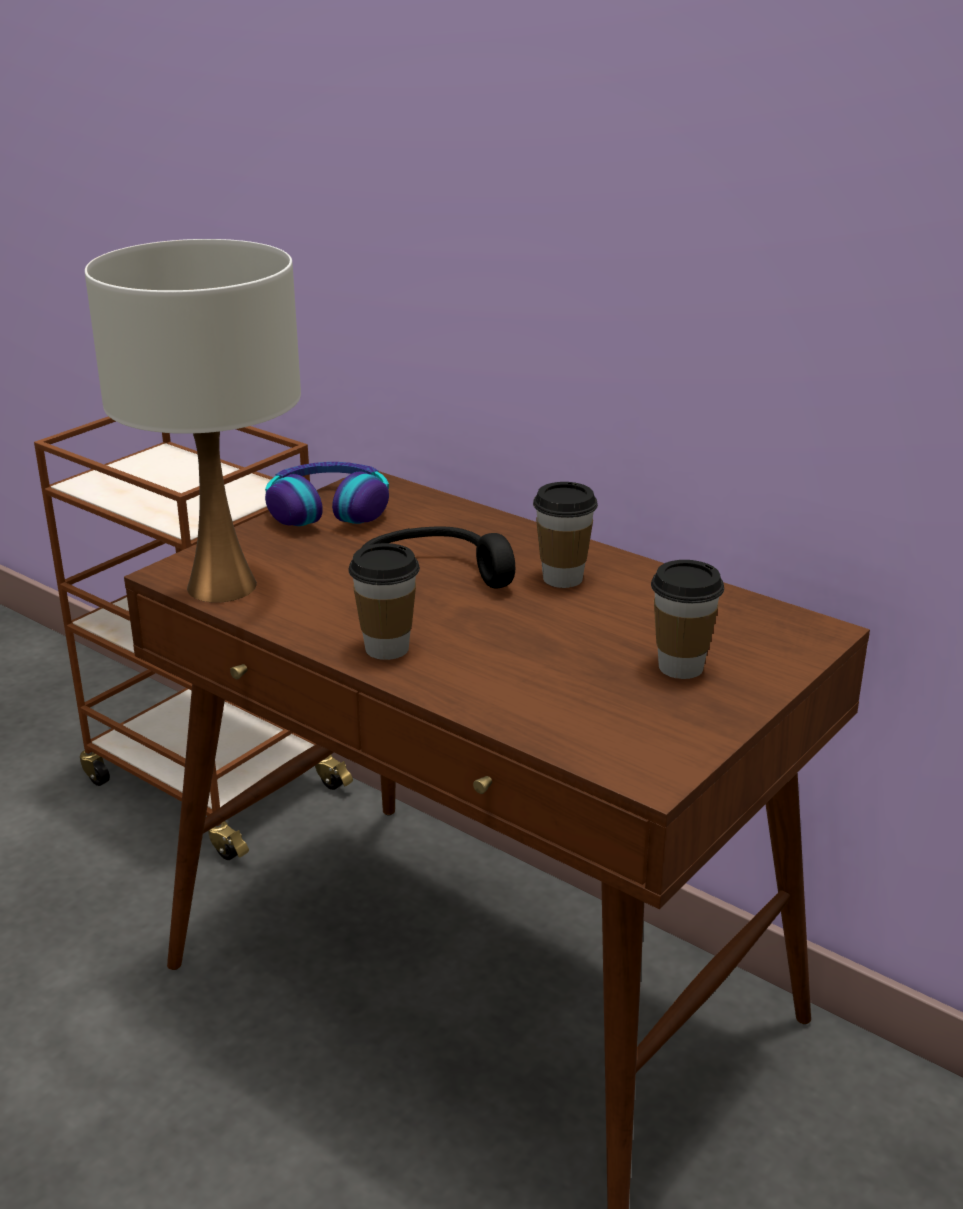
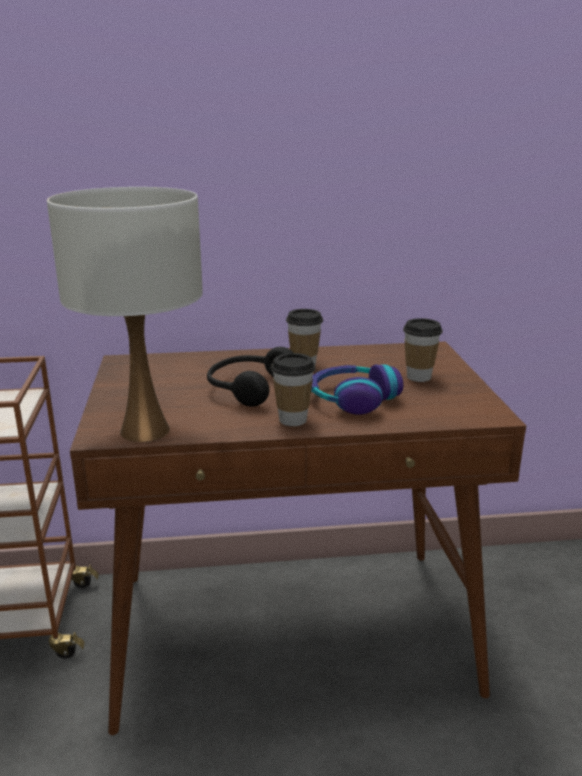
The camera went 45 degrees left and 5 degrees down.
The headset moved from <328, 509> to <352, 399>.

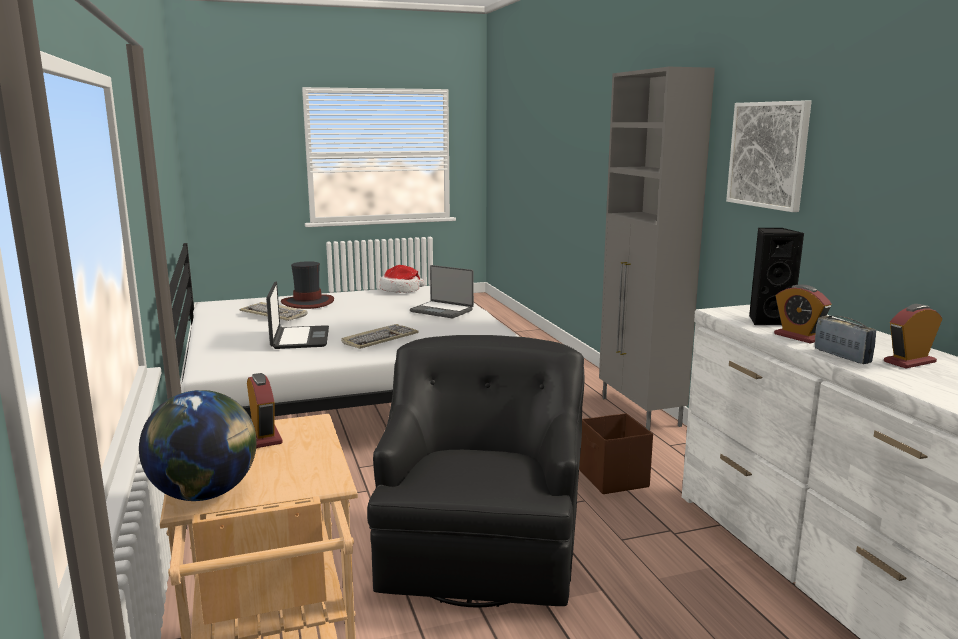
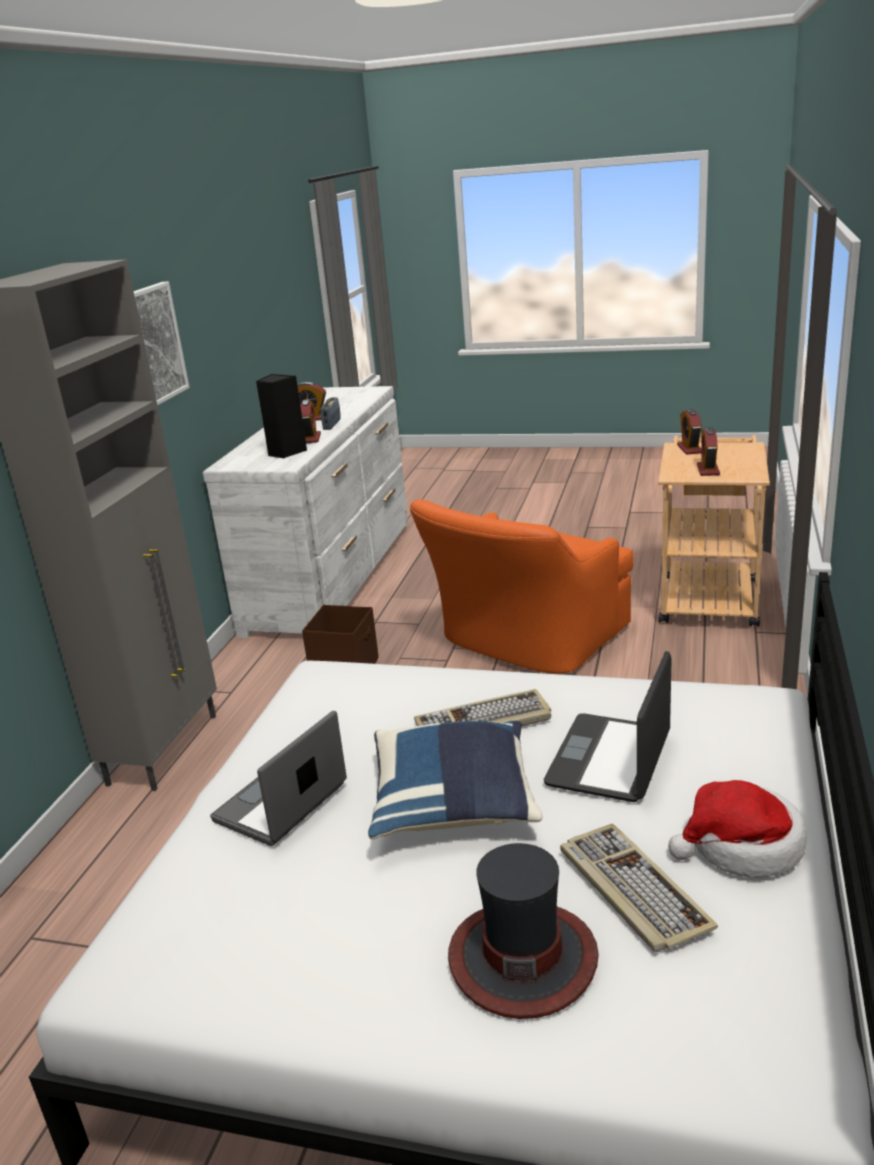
The camera went 145 degrees left and 10 degrees up.
The globe at <205, 494> disappeared.
The blue throw pillow at <454, 804> appeared.
The alarm clock at <690, 449> appeared.
The clothing hat moved from <401, 290> to <742, 846>.
The blackish armchair at <481, 547> became the orange-coloured armchair at <526, 641>.
The laptop at <442, 310> turned 120 degrees counterclockwise.

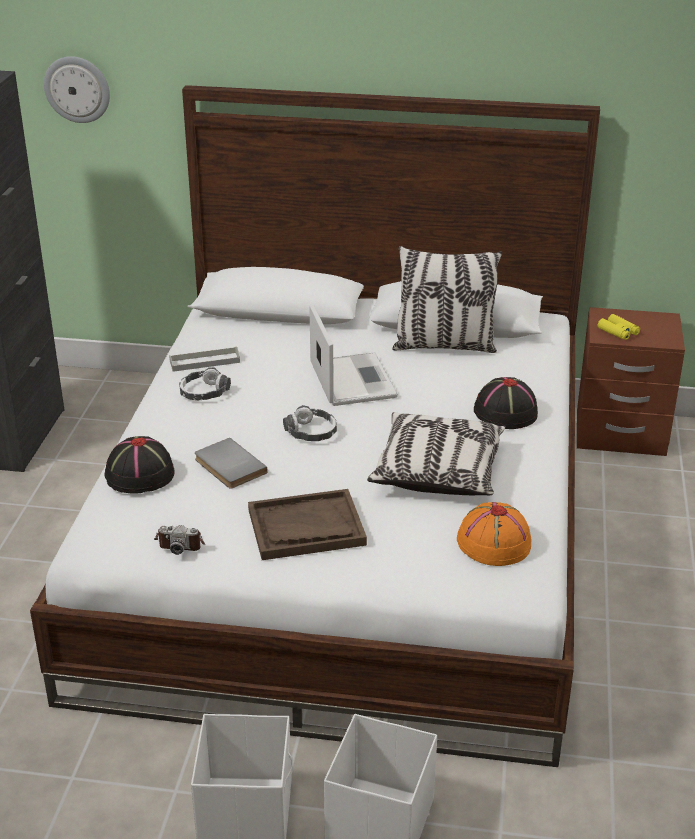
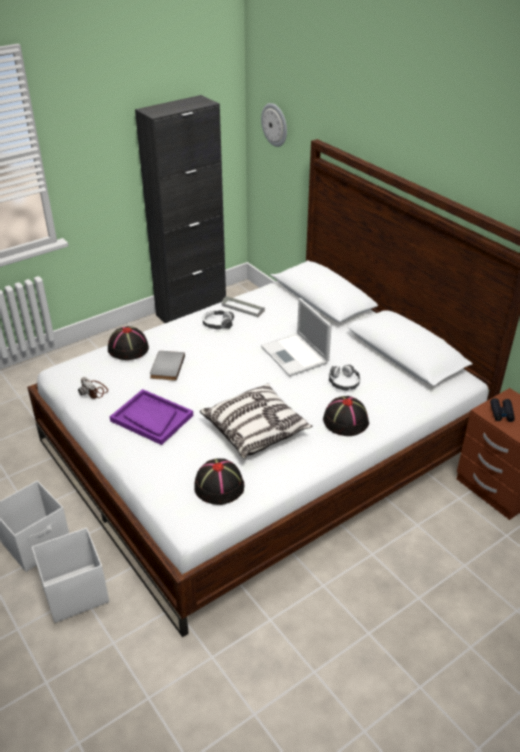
The camera went 45 degrees right and 5 degrees up.
The throw pillow at <444, 346> disappeared.
The headset moved from <311, 432> to <344, 382>.
The brown-coloured carrying tray at <306, 527> became the purplish carrying tray at <151, 418>.
The orange-coloured clothing hat at <493, 543> became the blackish clothing hat at <219, 485>.
The yellow-coloured binoculars at <618, 332> became the blackish binoculars at <501, 413>.
The laptop at <351, 379> turned 120 degrees clockwise.

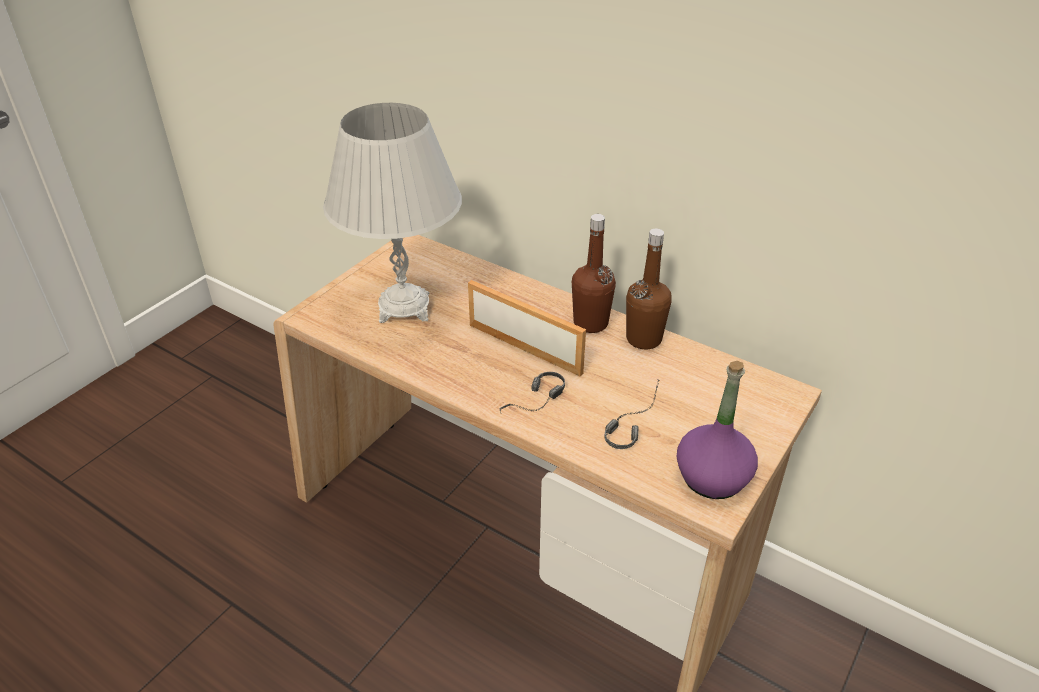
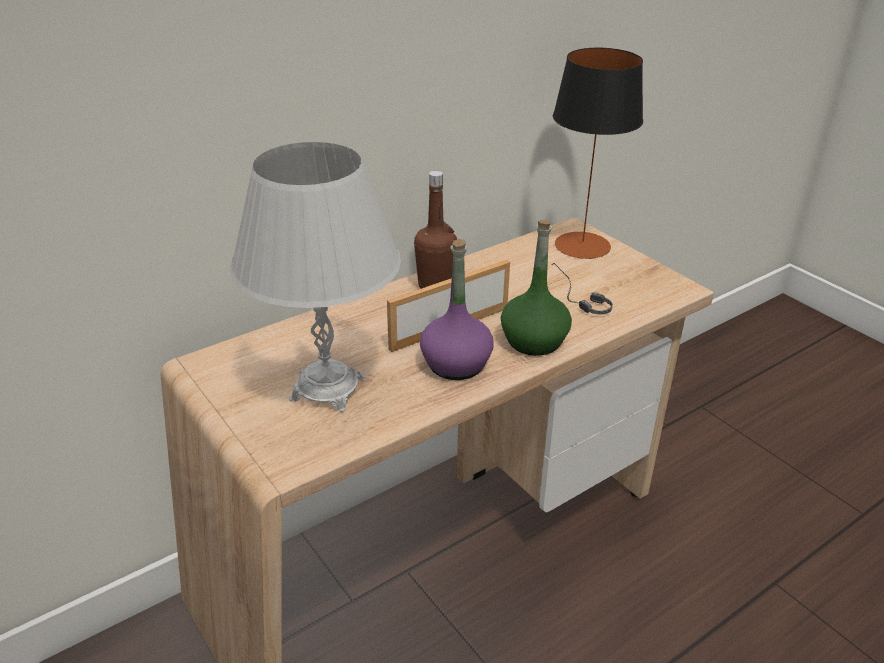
The camera went 70 degrees left and 5 degrees down.
The brown-coloured drink bottle at <644, 339> disappeared.
The lamp for a table at <582, 245> appeared.
The purplish drink bottle moved from <712, 477> to <456, 364>.
The headset at <534, 405> was replaced by the greenish drink bottle at <534, 340>.

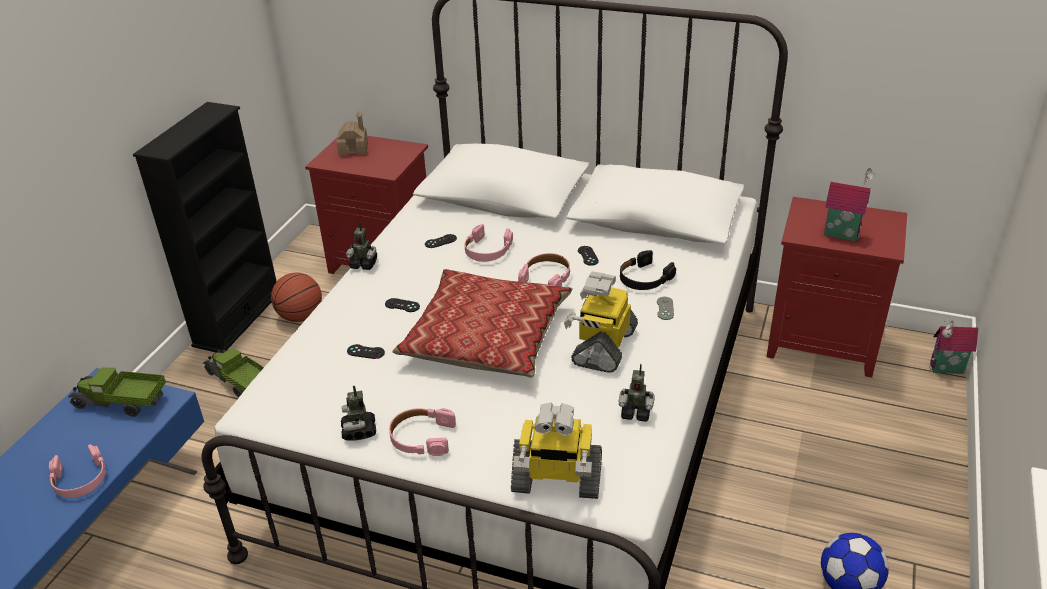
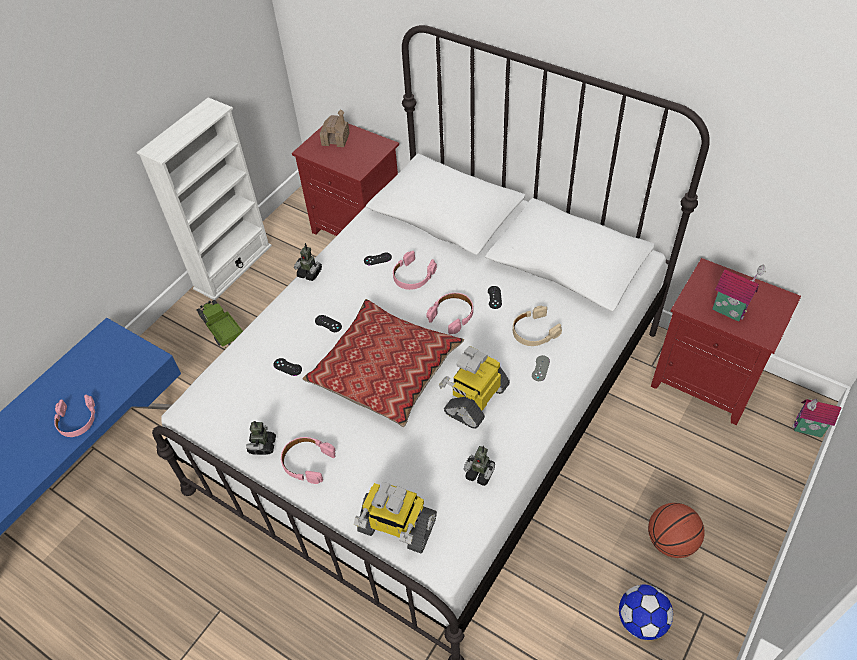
The camera went 15 degrees right and 15 degrees up.
The model truck at <121, 402> disappeared.
The basketball ball moved from <300, 316> to <670, 541>.
The blackish shelving unit at <238, 318> became the whitish shelving unit at <233, 267>.
The blackish headset at <644, 278> became the beige-coloured headset at <534, 331>.

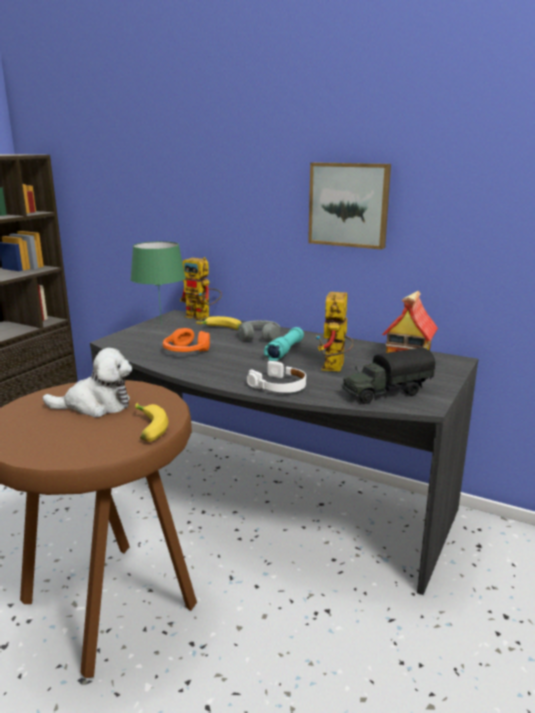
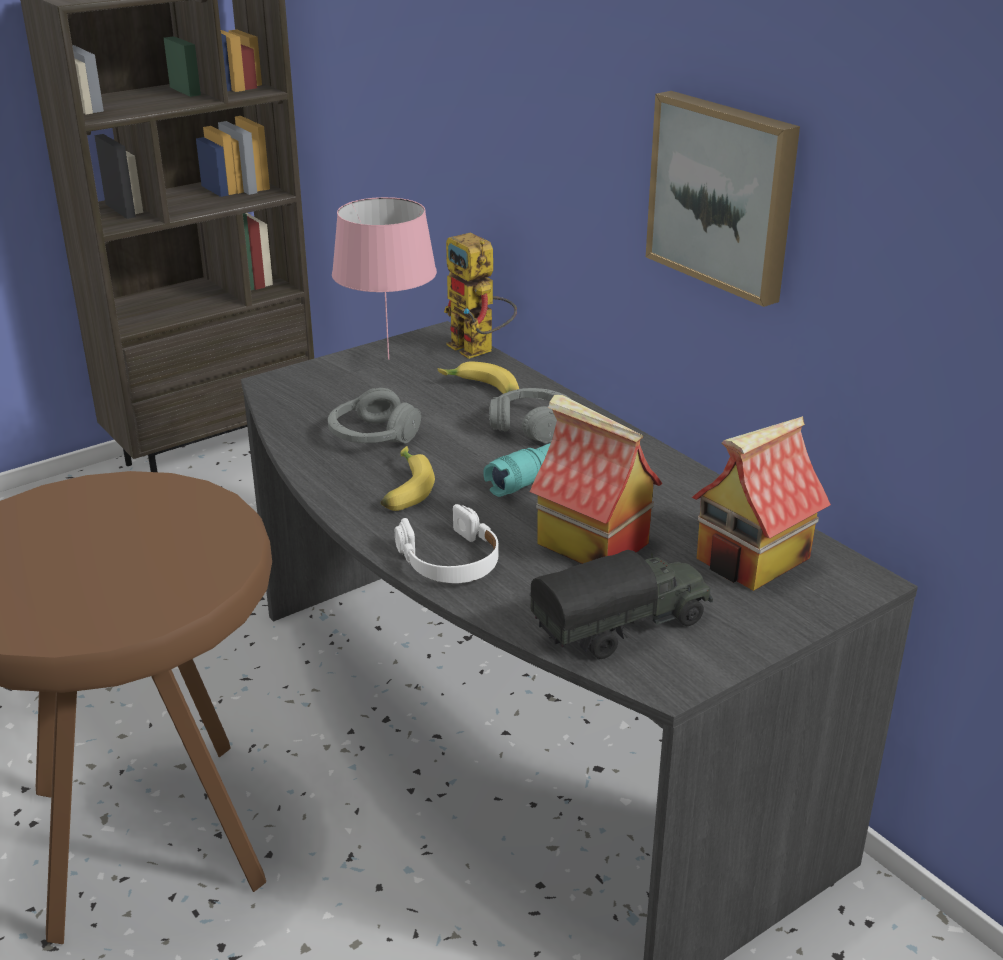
The camera went 25 degrees right and 10 degrees up.
The soft toy at <96, 405> disappeared.
The banana fruit moved from <146, 428> to <403, 489>.
The toy robot at <335, 369> was replaced by the miniature house at <590, 543>.
The greenish lamp for a table at <161, 325> became the pink-coloured lamp for a table at <389, 358>.
The orange-coloured headset at <186, 351> became the greyish headset at <372, 436>.
The model truck at <385, 393> turned 150 degrees clockwise.

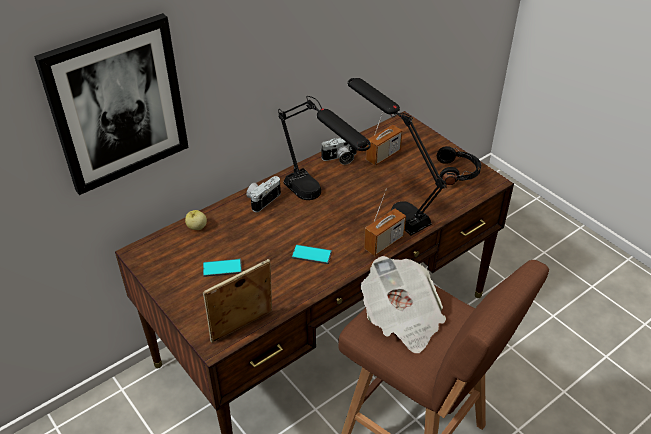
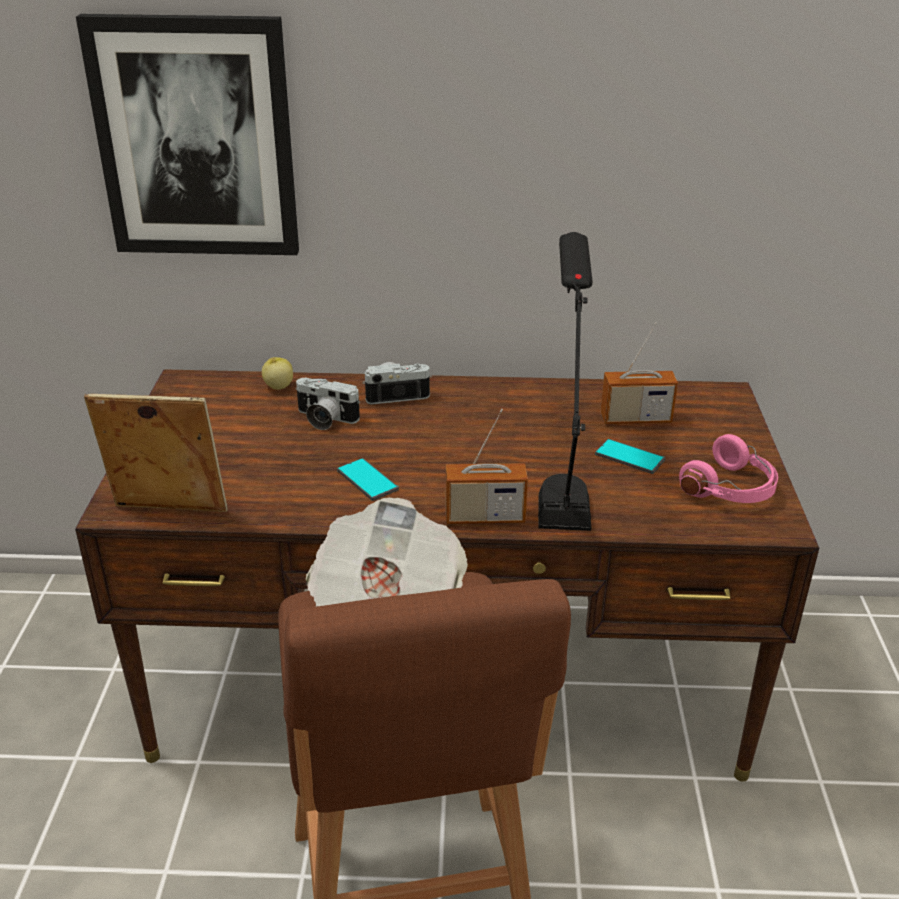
The camera went 40 degrees right and 10 degrees down.
The blackish lamp for a table at <319, 202> disappeared.
The handset moved from <222, 268> to <629, 457>.
The still camera moved from <340, 158> to <324, 419>.
The blackish headset at <458, 173> became the pink-coloured headset at <731, 489>.

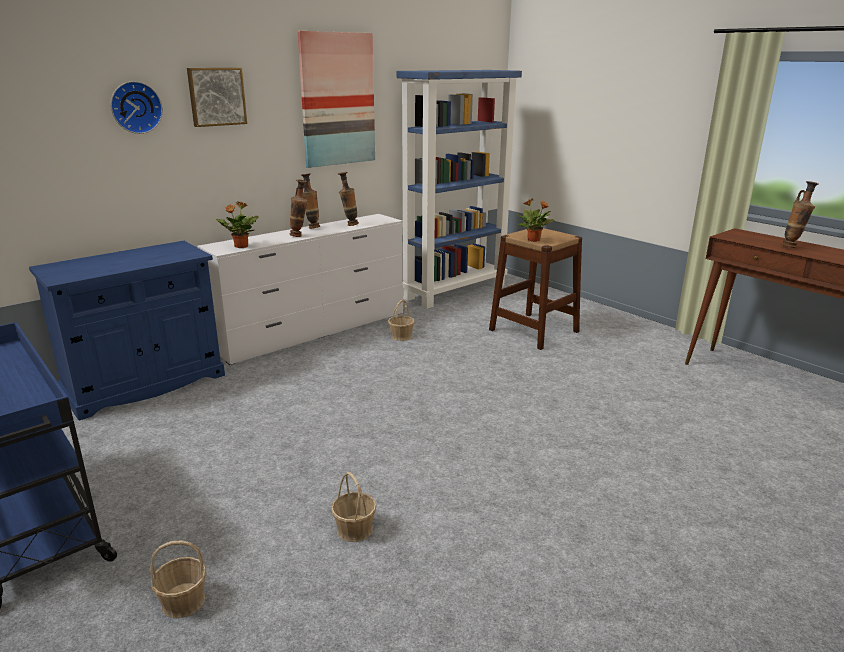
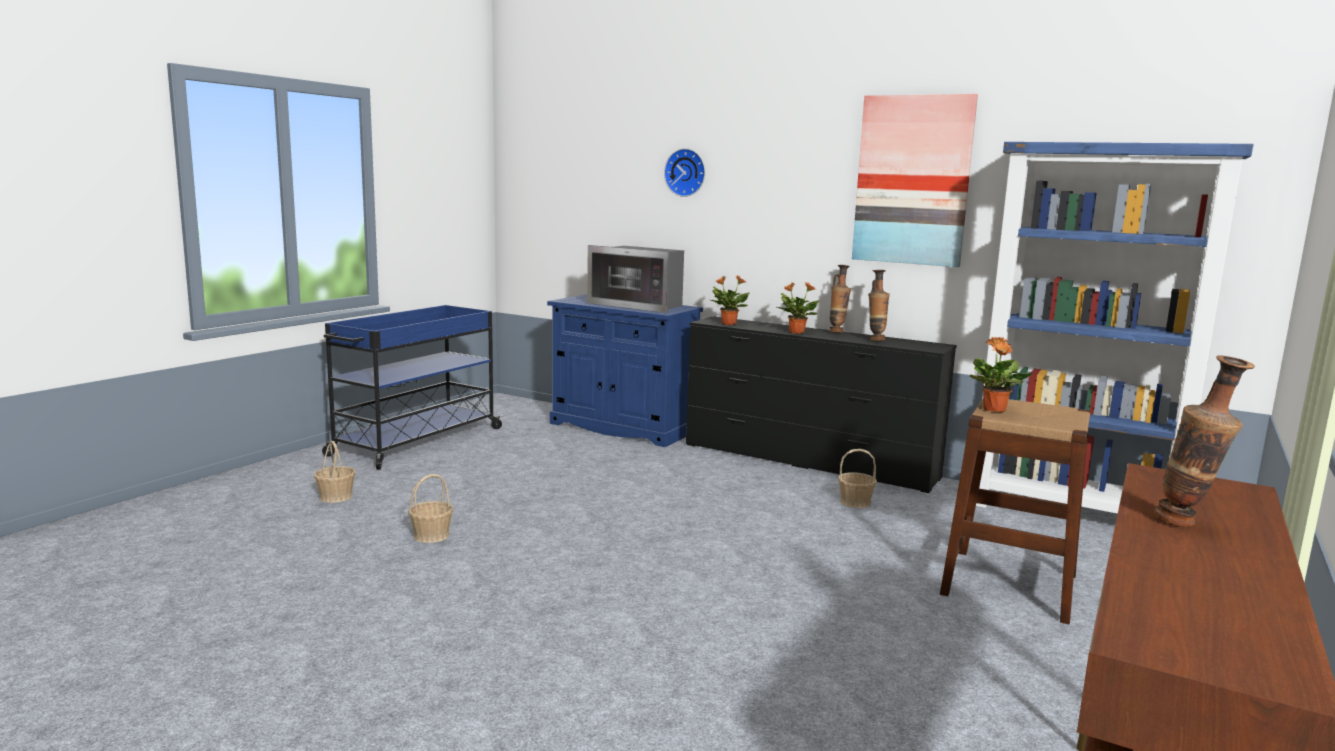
The camera went 70 degrees right and 10 degrees down.
The wall art at <216, 96> disappeared.
The kitchen microwave at <639, 305> appeared.
The vase at <300, 236> was replaced by the potted plant at <796, 332>.
The whitish chest of drawers at <314, 331> became the blackish chest of drawers at <808, 461>.

